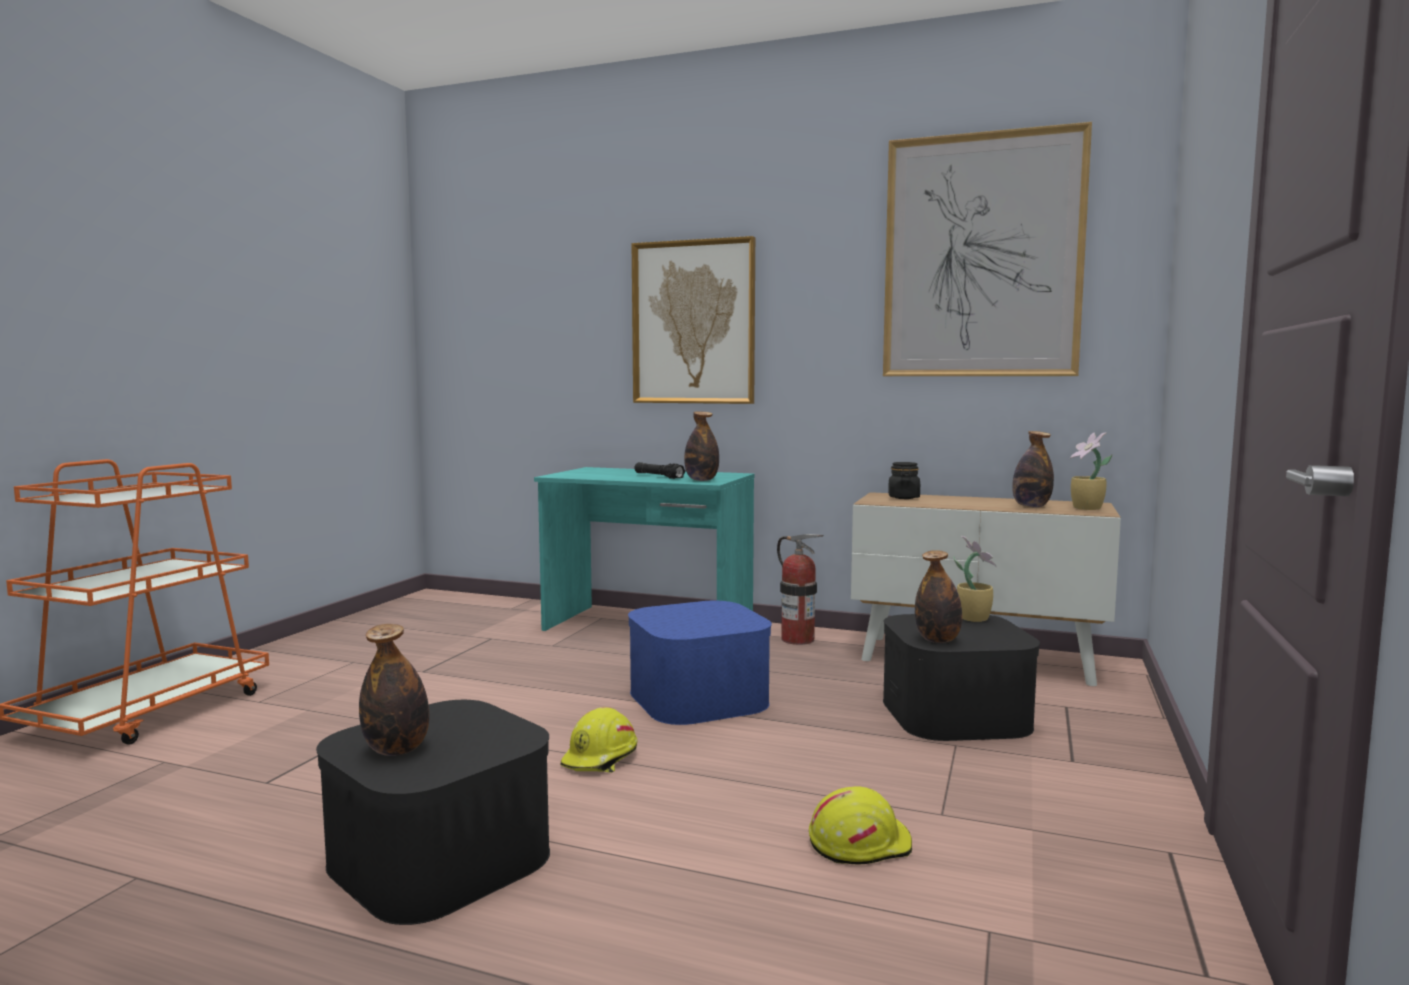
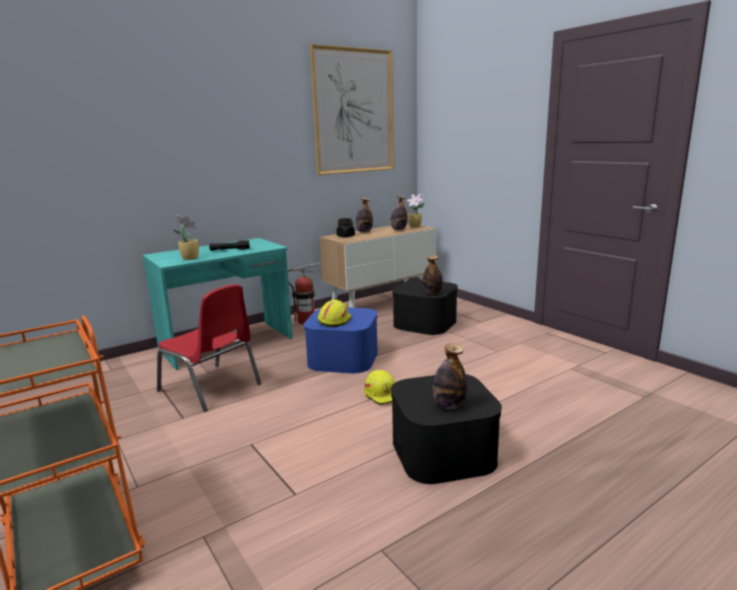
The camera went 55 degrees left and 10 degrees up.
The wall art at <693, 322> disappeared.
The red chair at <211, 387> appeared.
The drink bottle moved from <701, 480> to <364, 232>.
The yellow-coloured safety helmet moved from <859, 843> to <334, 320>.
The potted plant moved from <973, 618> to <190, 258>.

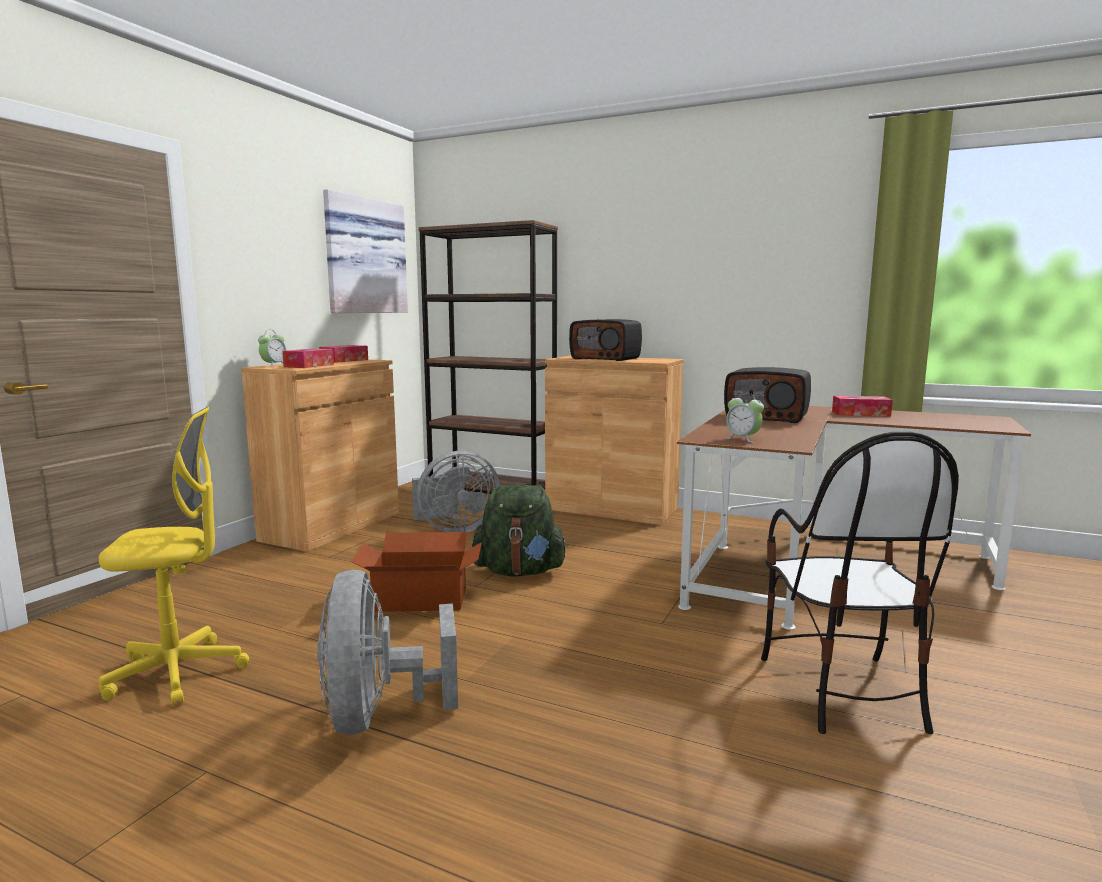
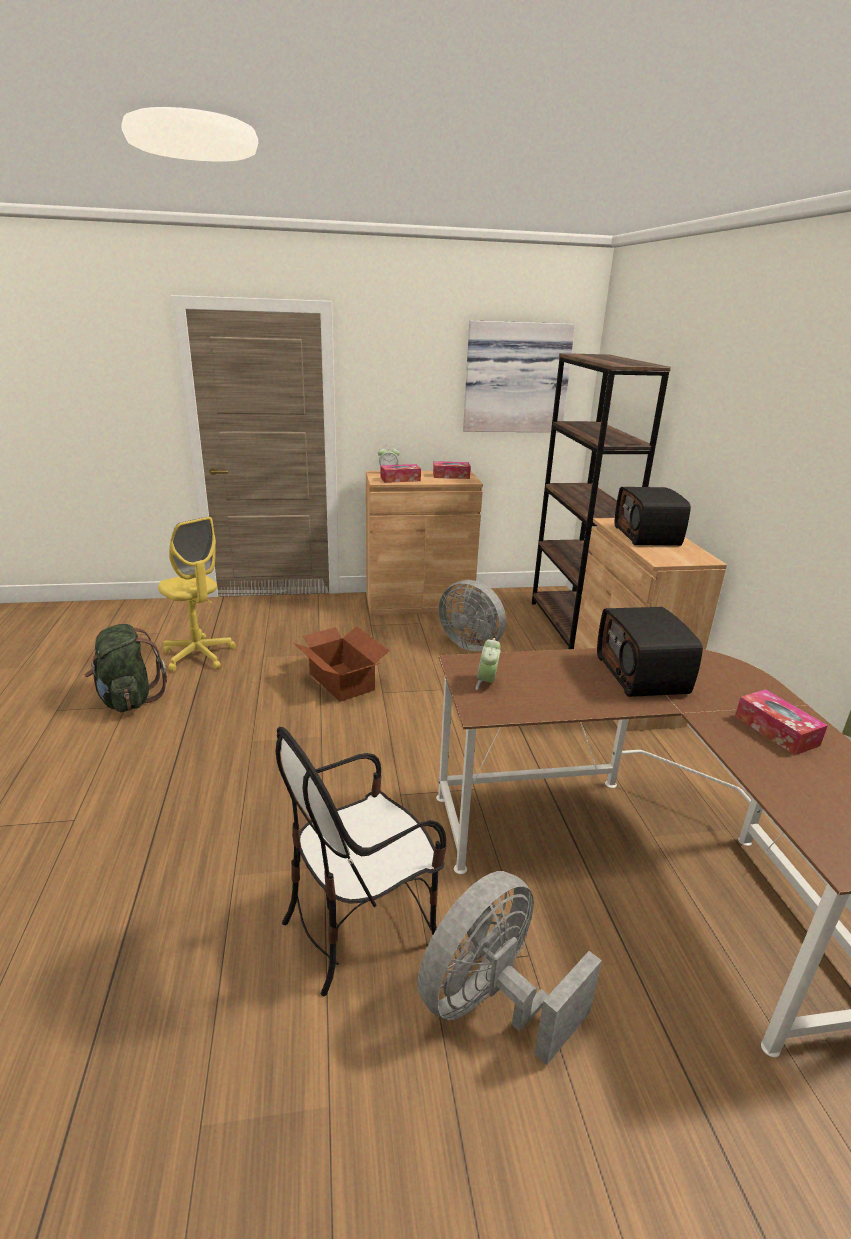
The camera went 55 degrees right and 15 degrees up.
The greyish fan moved from <378, 715> to <491, 1003>.
The greenish backpack moved from <519, 571> to <128, 699>.

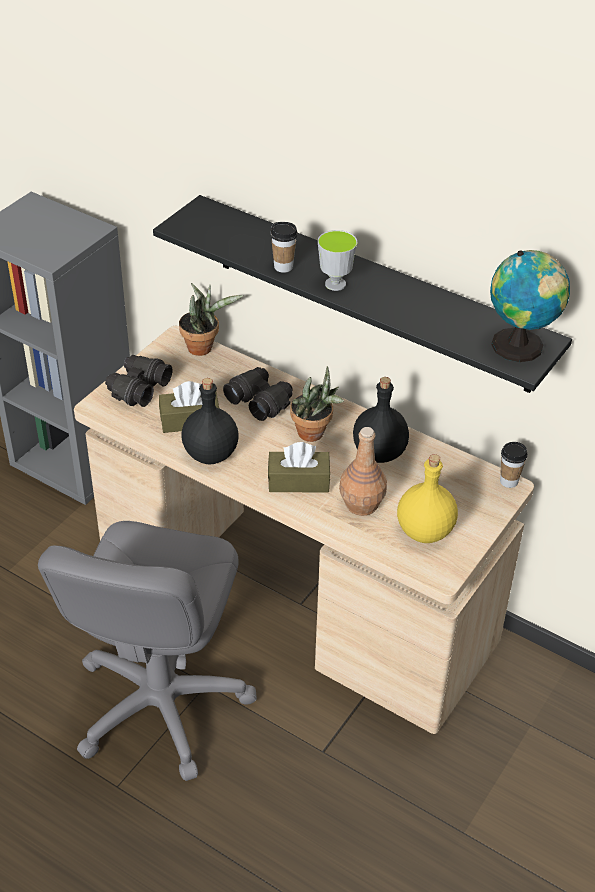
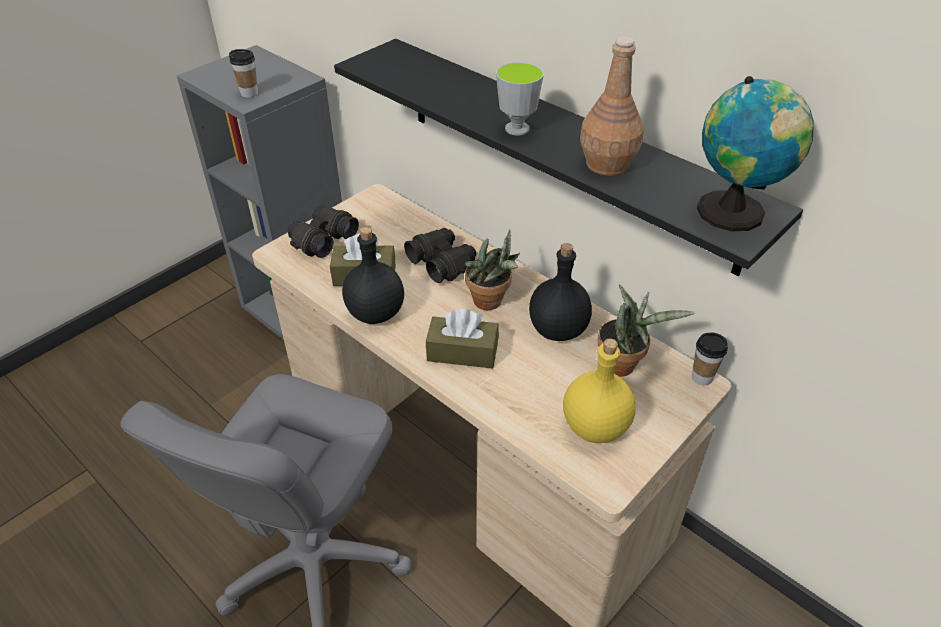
The camera went 10 degrees right and 0 degrees up.
The potted plant moved from <204, 347> to <623, 365>.
The drinking cup moved from <283, 267> to <249, 93>.
The brown-coloured drink bottle moved from <361, 504> to <606, 164>.

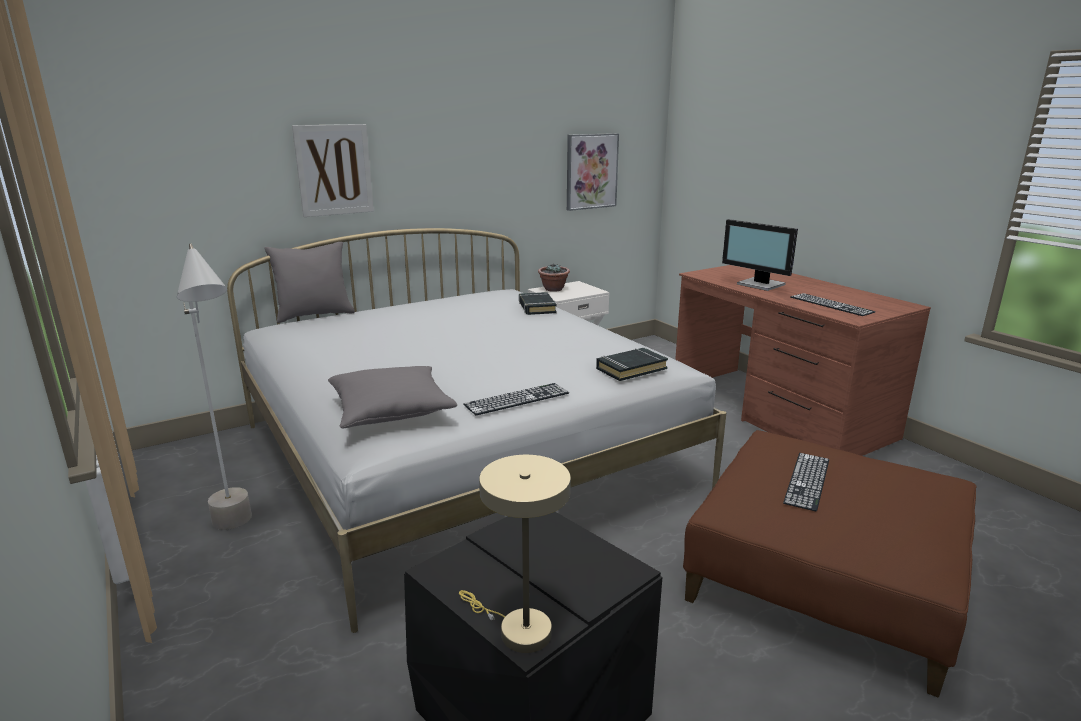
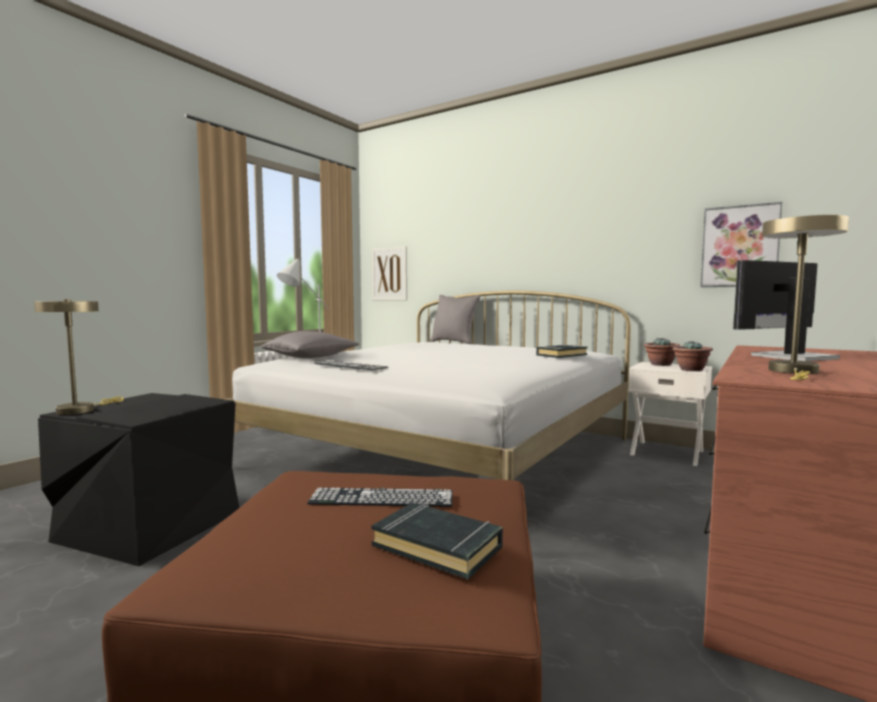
The camera went 65 degrees right and 15 degrees down.
The potted plant at <691, 370> appeared.
The wall art moved from <334, 170> to <389, 274>.
The blackish book moved from <631, 368> to <438, 546>.
The PC keyboard at <831, 304> was replaced by the beige-coloured lamp for a table at <794, 372>.
The monitor at <760, 285> turned 45 degrees clockwise.

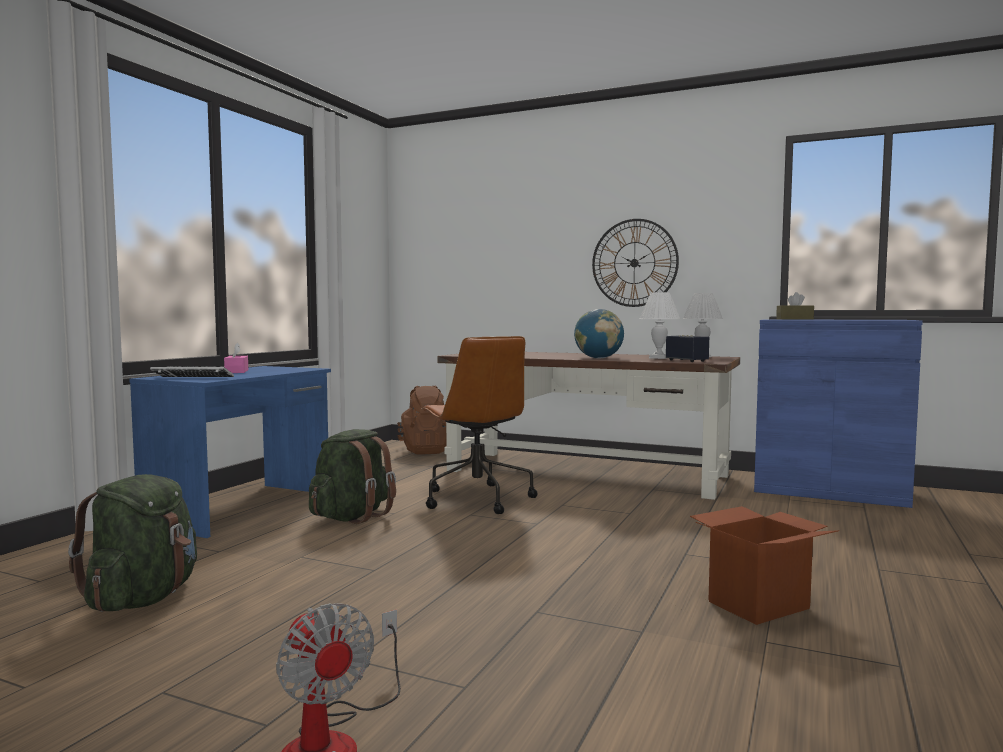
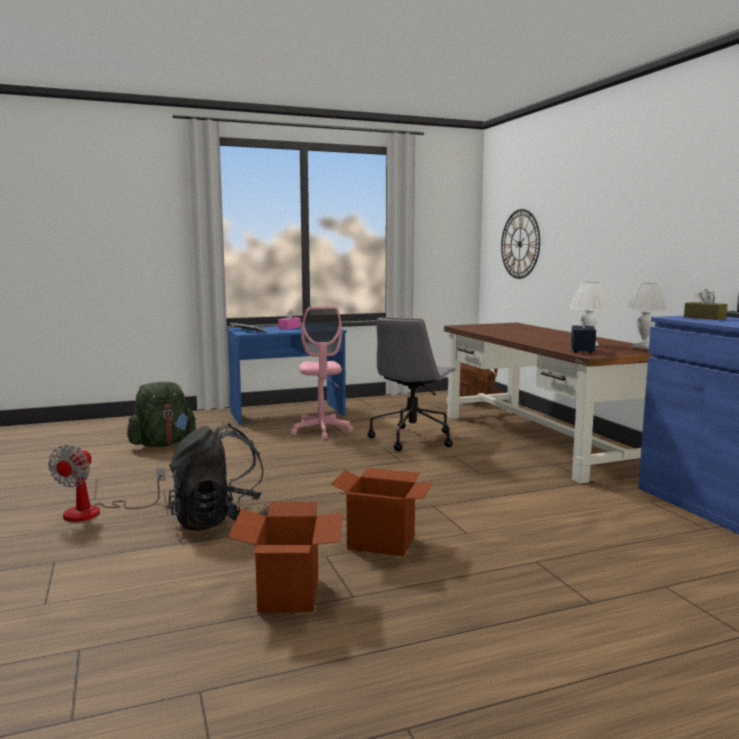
The camera went 45 degrees right and 5 degrees up.
The globe at <598, 358> disappeared.
The blackish backpack at <220, 521> appeared.
The cardboard box at <289, 594> appeared.
The wall clock moved from <634, 263> to <520, 244>.
The greenish backpack at <352, 517> was replaced by the pink-coloured office chair at <321, 431>.
The brown-coloured office chair at <476, 498> became the greyish office chair at <412, 438>.

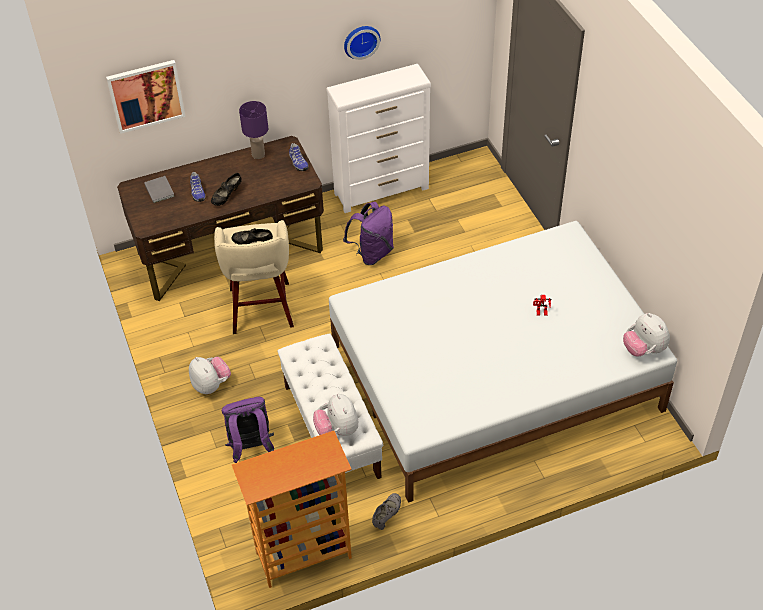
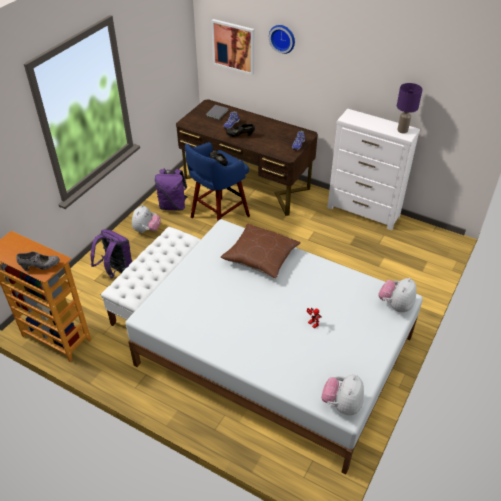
The camera went 50 degrees right and 5 degrees down.
The brown-coloured throw pillow at <261, 257> appeared.
The purplish lamp for a table moved from <258, 154> to <402, 130>.
The soft toy moved from <337, 430> to <395, 305>.
The purplish backpack moved from <372, 253> to <173, 206>.
The wall clock moved from <360, 40> to <283, 38>.
The greyish low shoe moved from <387, 515> to <40, 267>.
The beige-coloured stool at <261, 310> became the blue stool at <218, 217>.

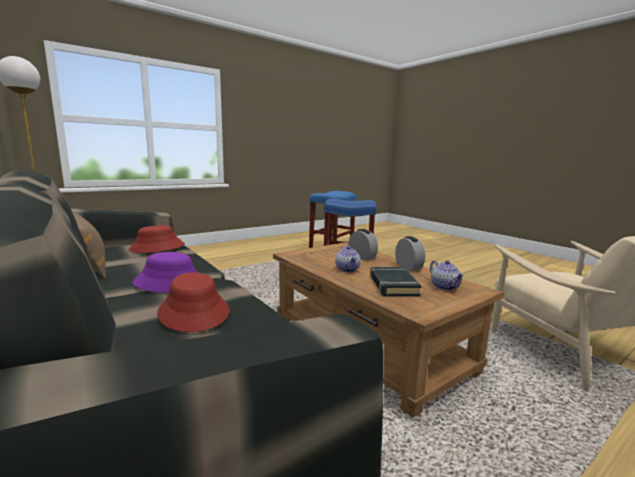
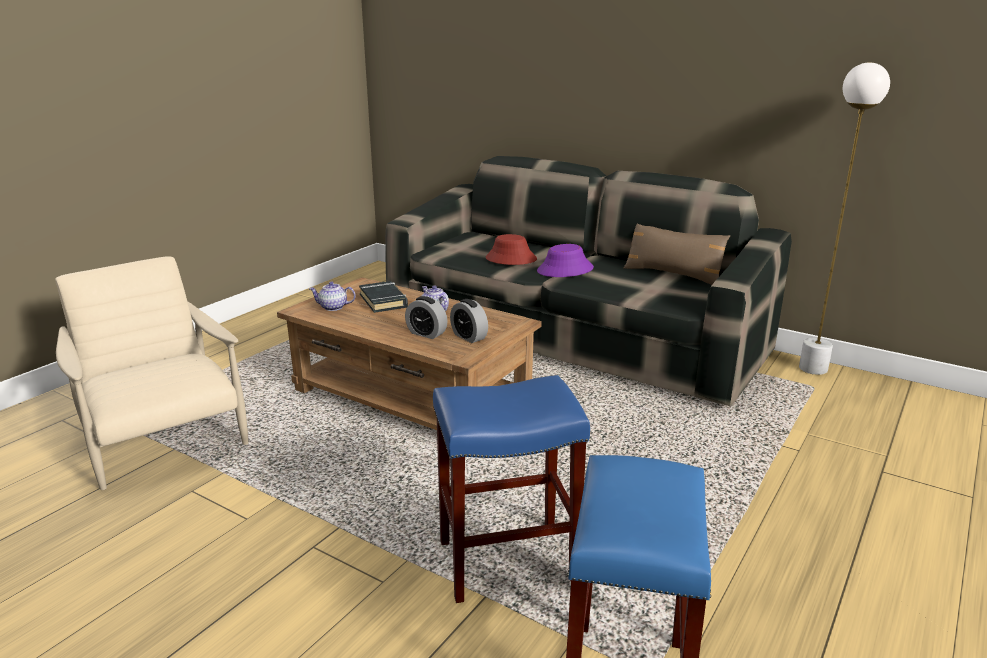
The camera went 160 degrees right and 10 degrees up.
The red clothing hat at <157, 248> disappeared.
The alarm clock moved from <408, 267> to <469, 337>.
The teapot at <445, 287> turned 45 degrees counterclockwise.

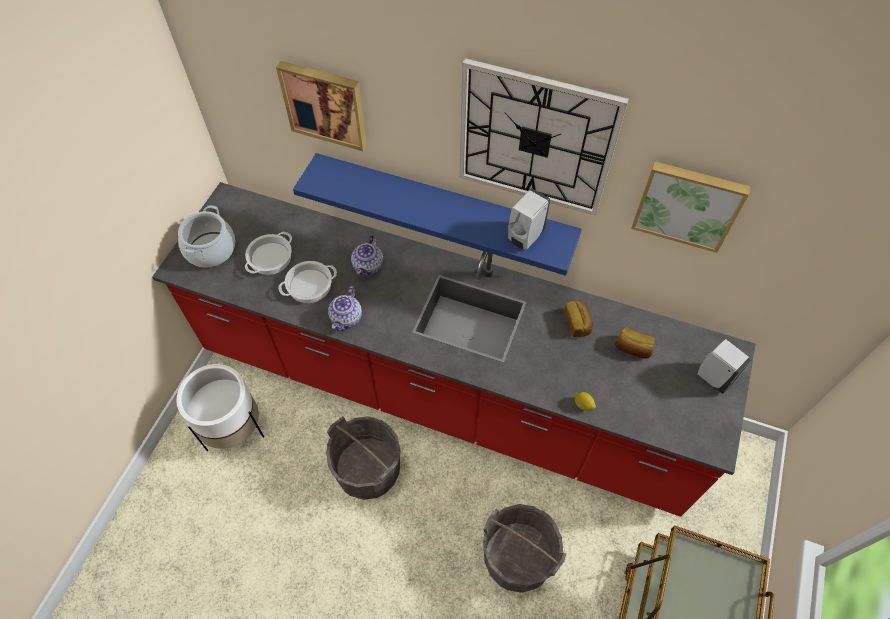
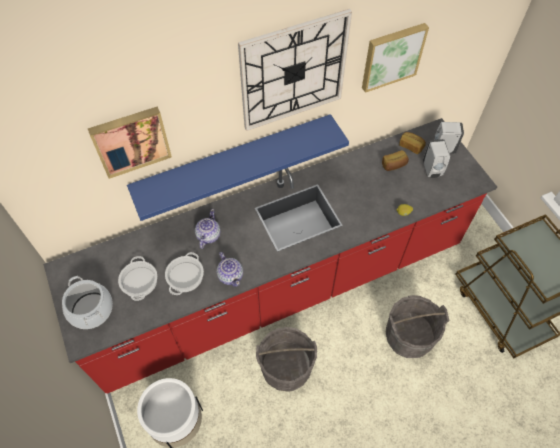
The camera went 45 degrees left and 0 degrees up.
The whitish soap bottle moved from <524, 237> to <432, 170>.
The bread moved from <577, 323> to <411, 146>.
The teapot at <368, 266> turned 135 degrees counterclockwise.

